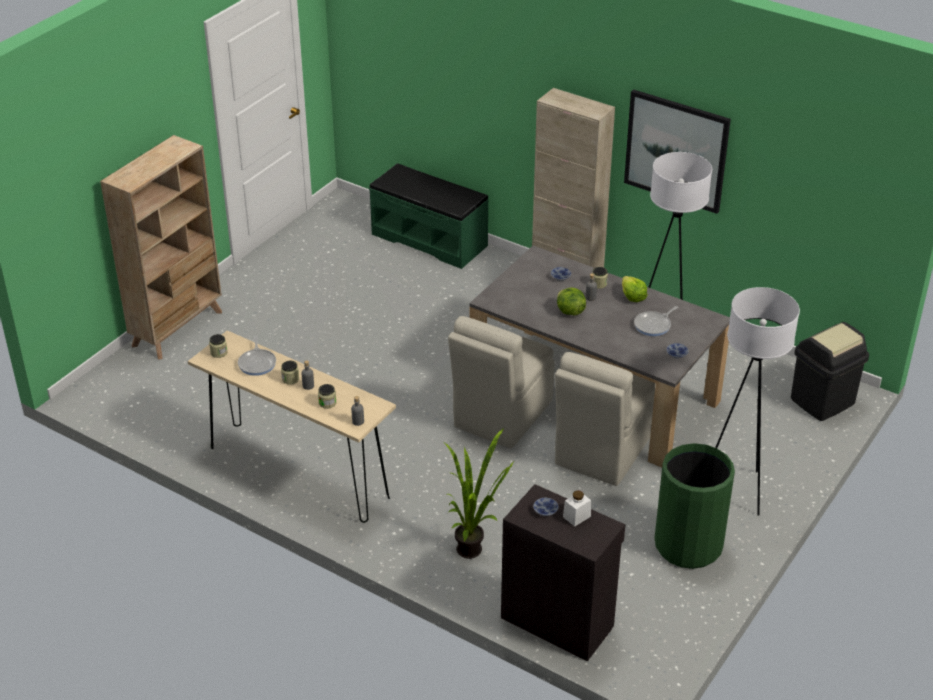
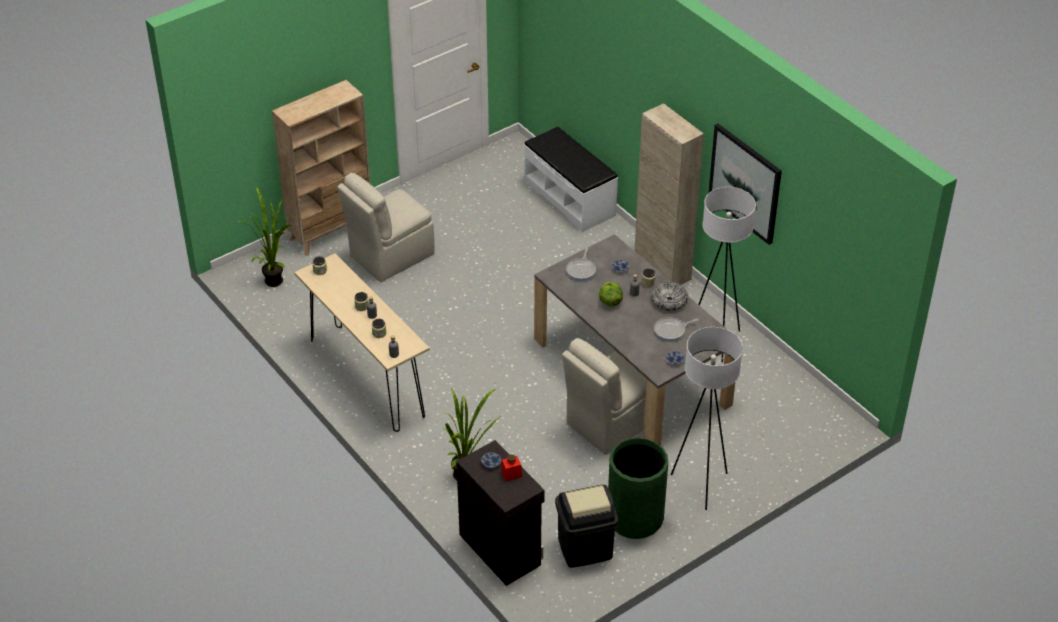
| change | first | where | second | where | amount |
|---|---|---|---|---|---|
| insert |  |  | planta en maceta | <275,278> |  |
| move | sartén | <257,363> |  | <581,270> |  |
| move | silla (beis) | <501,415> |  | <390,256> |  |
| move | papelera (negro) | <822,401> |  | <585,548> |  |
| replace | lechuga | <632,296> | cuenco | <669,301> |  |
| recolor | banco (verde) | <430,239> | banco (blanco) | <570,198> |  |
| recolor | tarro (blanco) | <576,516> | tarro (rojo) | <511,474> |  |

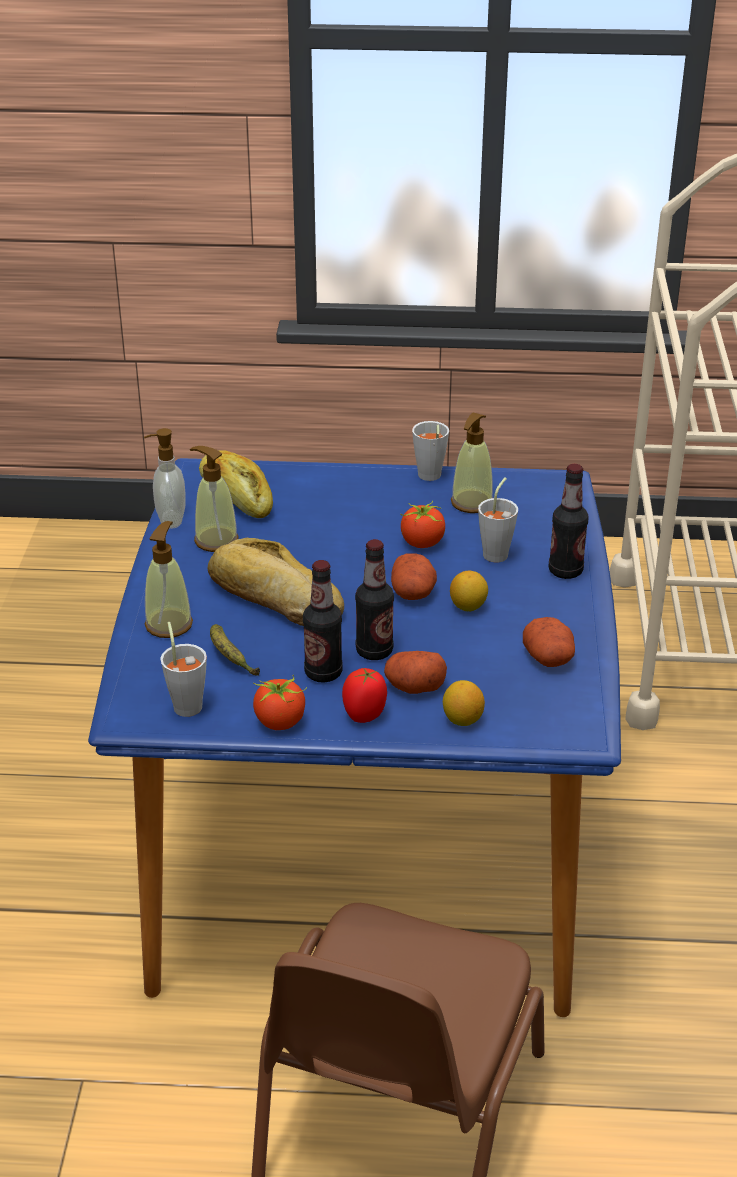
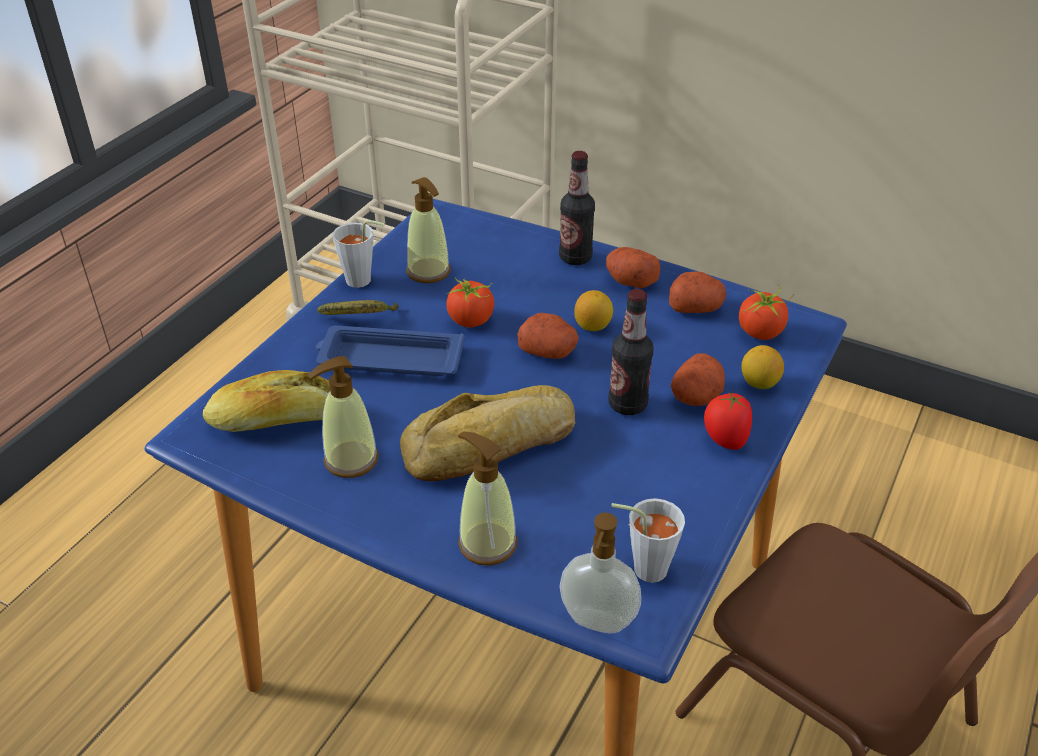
| change | first | where | second | where | amount |
|---|---|---|---|---|---|
| delete | botella | <323,673> |  |  |  |
| delete | taza (gris) | <498,552> |  |  |  |
| insert |  |  | bandeja (azul) | <389,359> |  |
| insert |  |  | patata | <630,280> |  |
| move | dispensador de jabón | <170,520> |  | <597,622> |  |
| move | plátano | <230,657> |  | <359,317> |  |
| move | tomate | <280,722> |  | <760,332> |  |

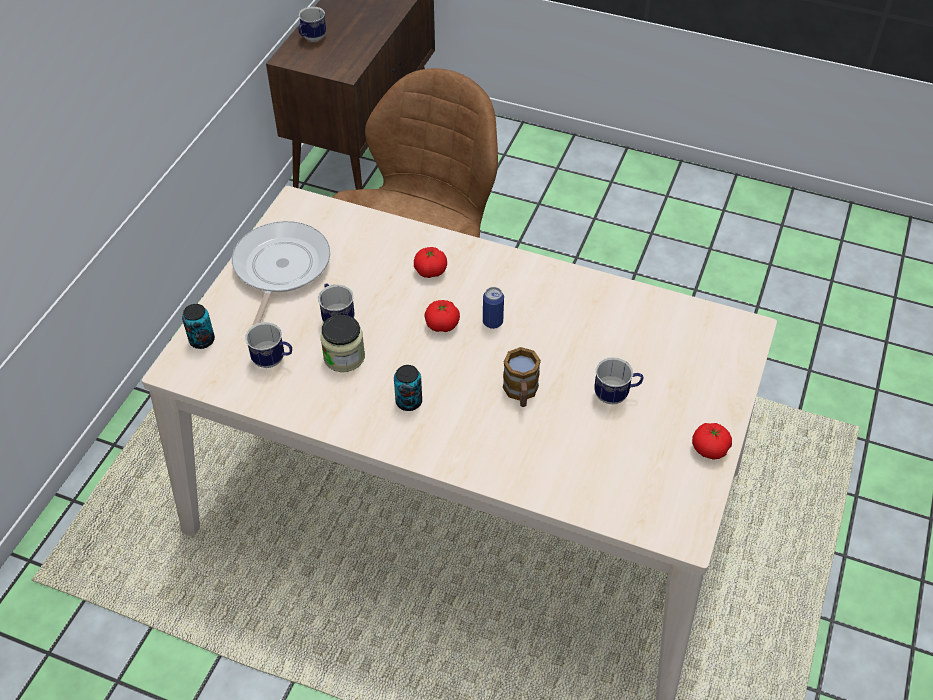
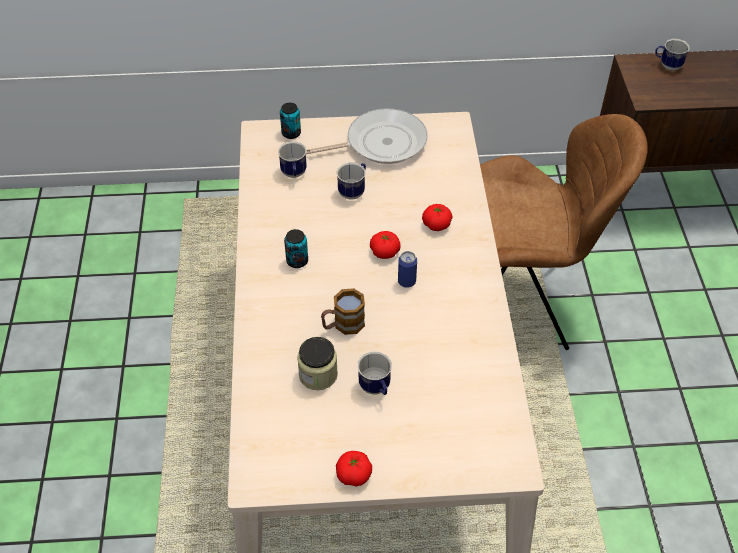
| change | first | where | second | where | amount |
|---|---|---|---|---|---|
| move | tarro | <344,357> |  | <318,375> |  |

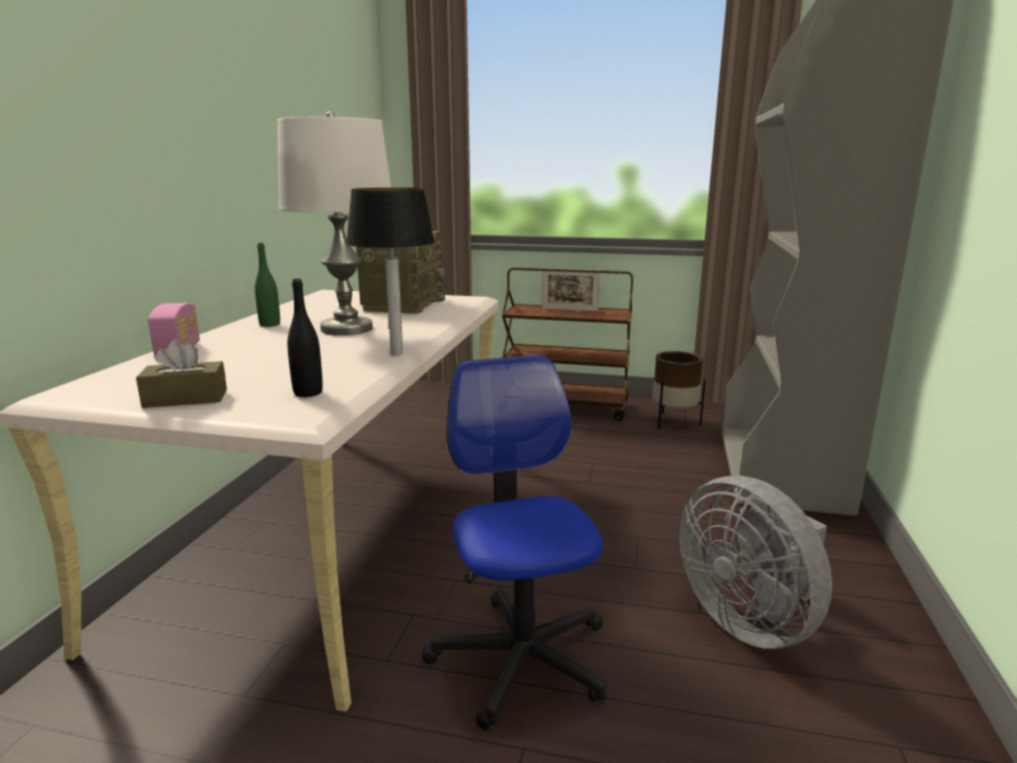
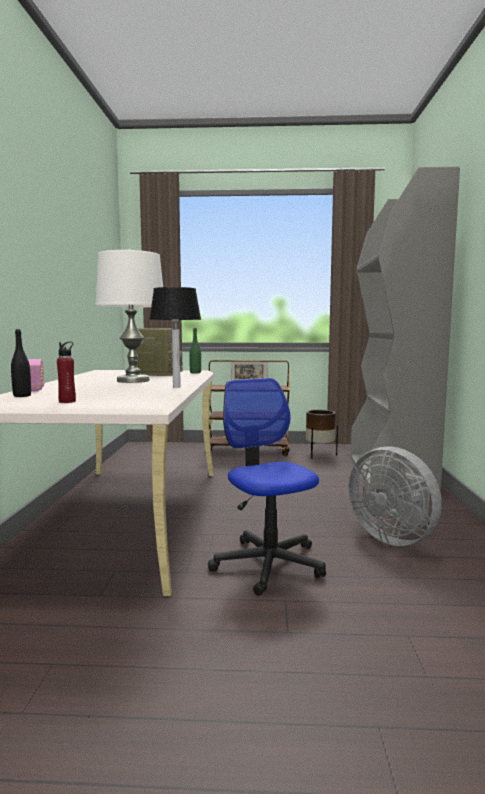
| change | first | where | second | where | amount |
|---|---|---|---|---|---|
| move | botella (verde) | <270,324> |  | <195,373> |  |
| move | botella (negro) | <308,393> |  | <22,396> |  |
| replace | caja de pañuelos (marrón) | <185,398> | botella (rojo) | <67,401> |  |

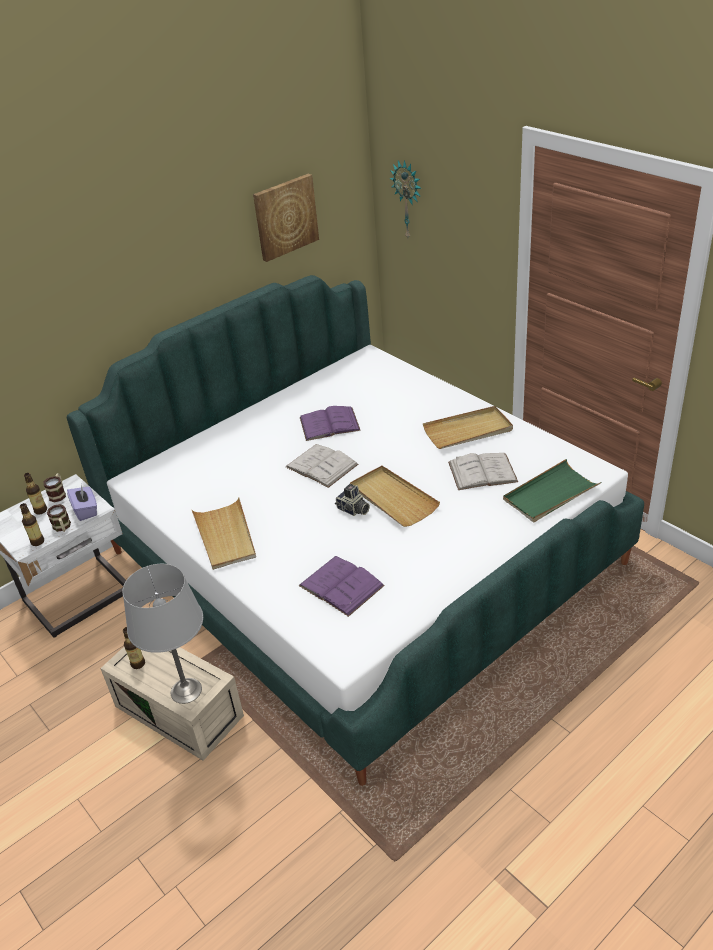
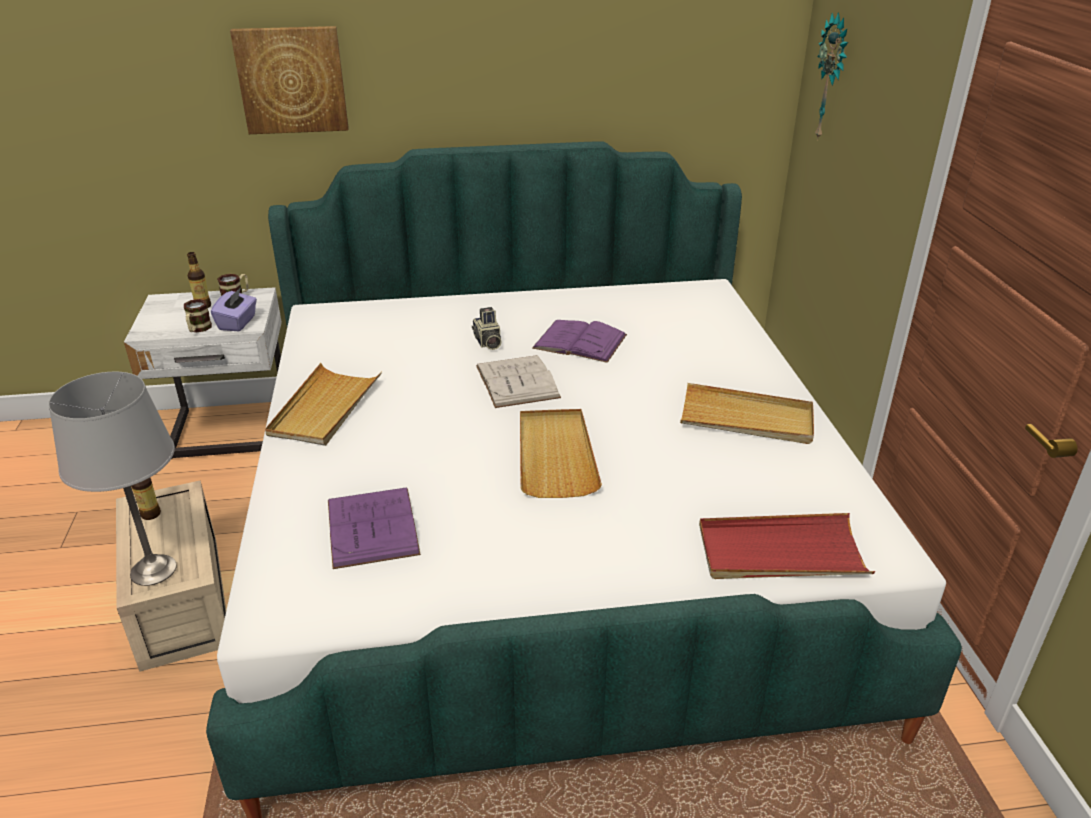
| change | first | where | second | where | amount |
|---|---|---|---|---|---|
| delete | botella | <37,542> |  |  |  |
| delete | libro (blanco) | <482,472> |  |  |  |
| move | cuadro | <285,217> |  | <292,80> |  |
| move | cámara | <353,510> |  | <487,342> |  |
| recolor | bandeja (verde) | <550,494> | bandeja (rojo) | <780,552> |  |

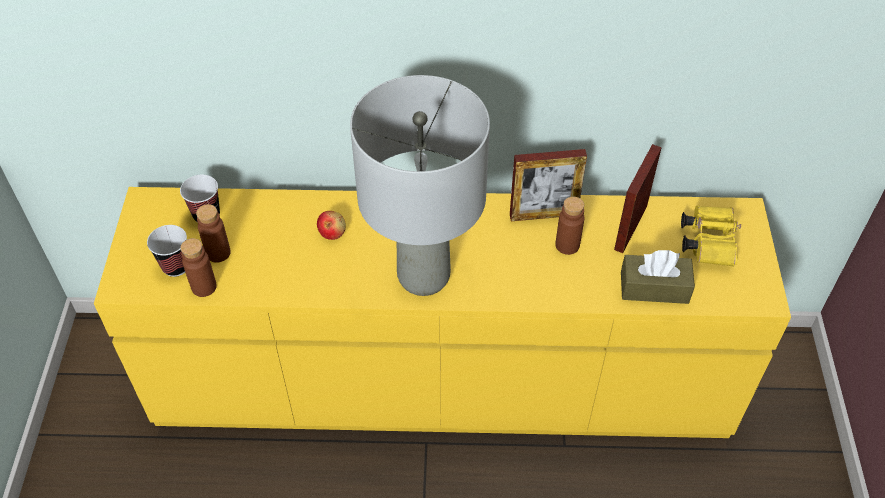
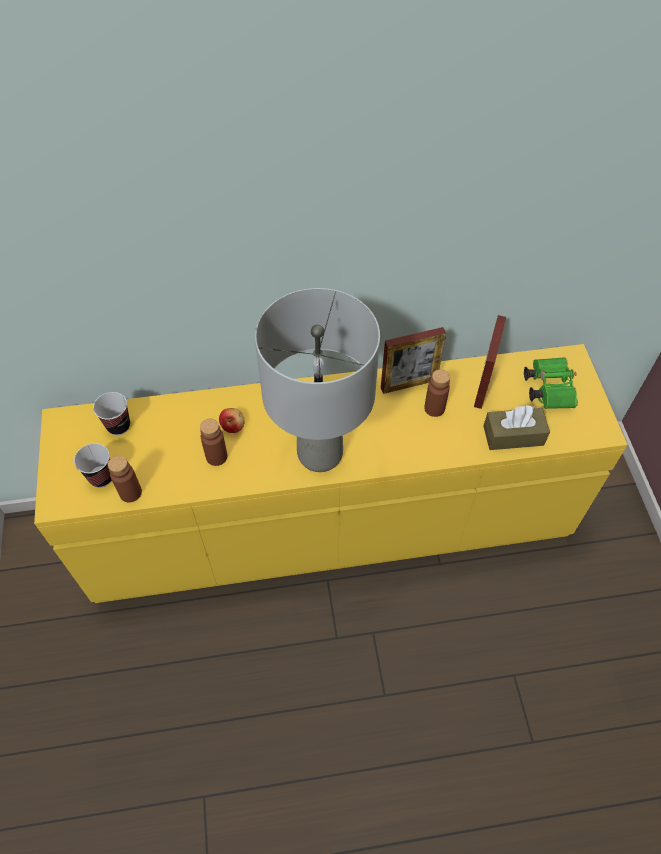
| change | first | where | second | where | amount |
|---|---|---|---|---|---|
| move | botella (marrón) | <218,253> |  | <216,456> |  |
| recolor | prismáticos (amarillo) | <707,241> | prismáticos (verde) | <548,388> |  |

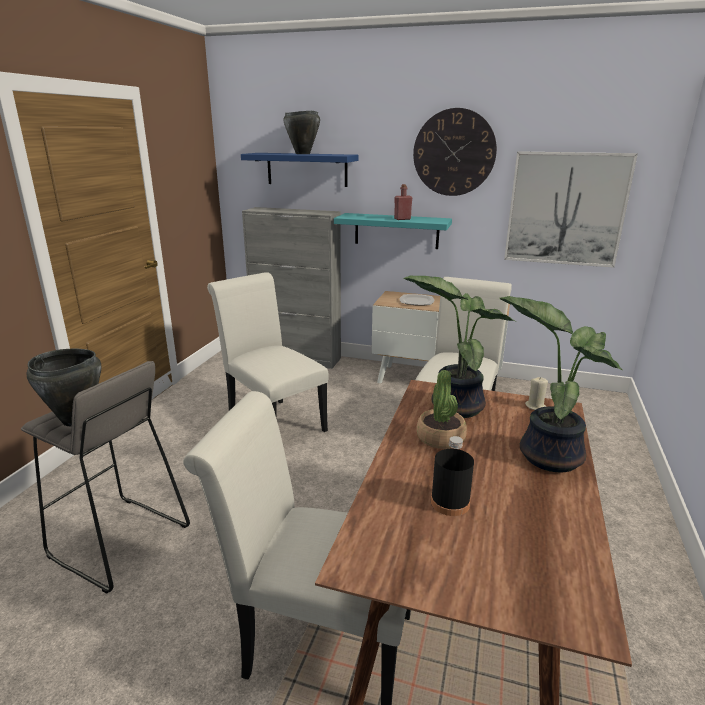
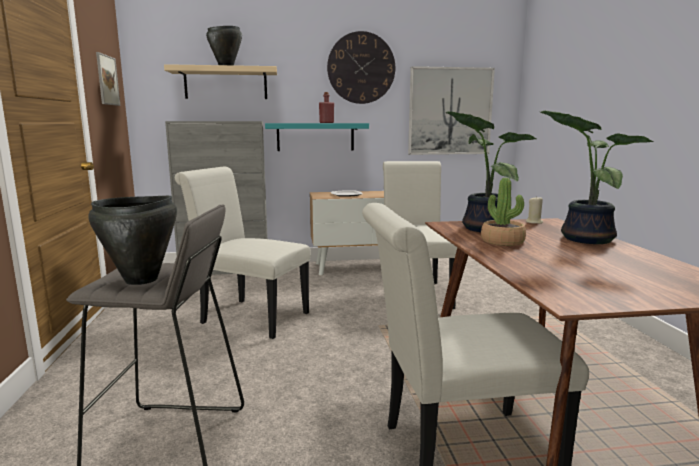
| change | first | where | second | where | amount |
|---|---|---|---|---|---|
| delete | botella (negro) | <450,503> |  |  |  |
| insert |  |  | cuadro | <107,80> |  |
| recolor | estante (azul) | <307,169> | estante (beis) | <226,84> |  |

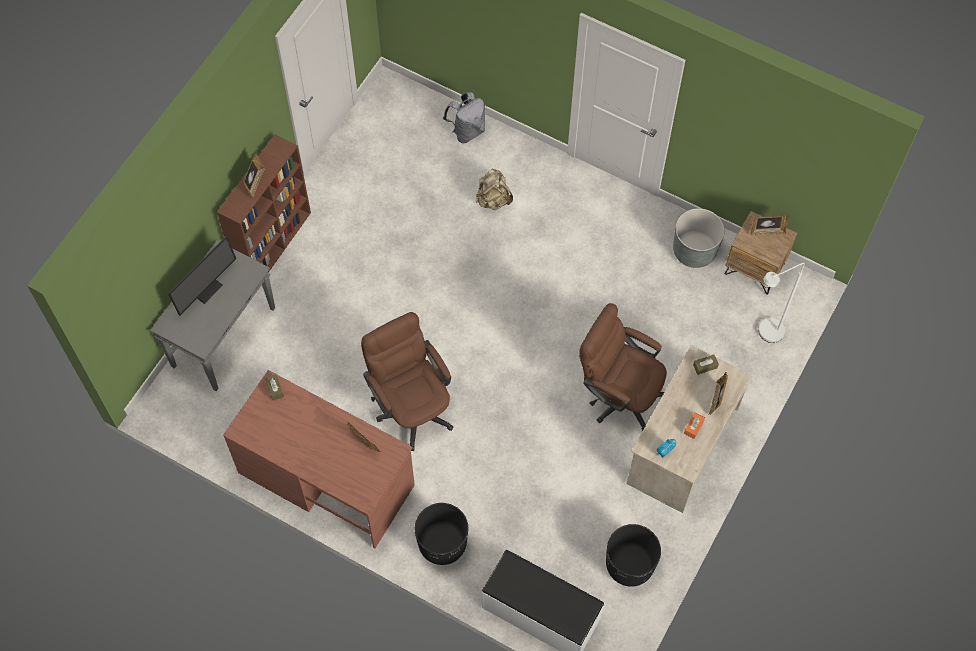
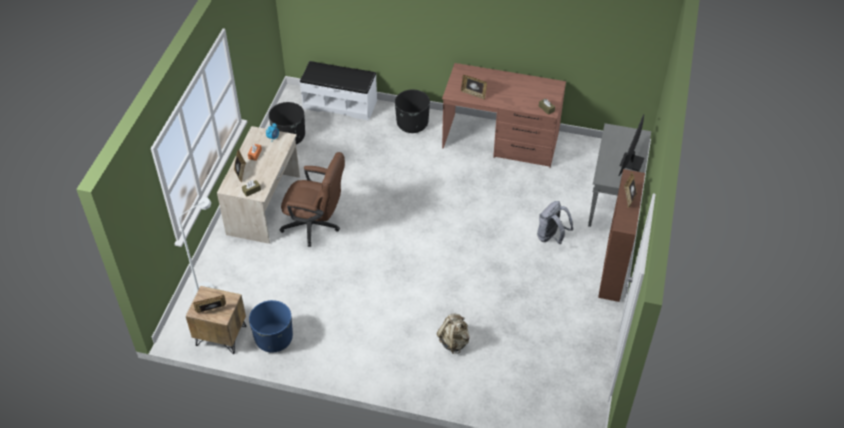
| change | first | where | second | where | amount |
|---|---|---|---|---|---|
| delete | silla de oficina (marrón) | <411,406> |  |  |  |
| move | mochila (gris) | <467,131> |  | <551,237> |  |
| recolor | maceta (gris) | <694,250> | maceta (azul) | <274,338> |  |

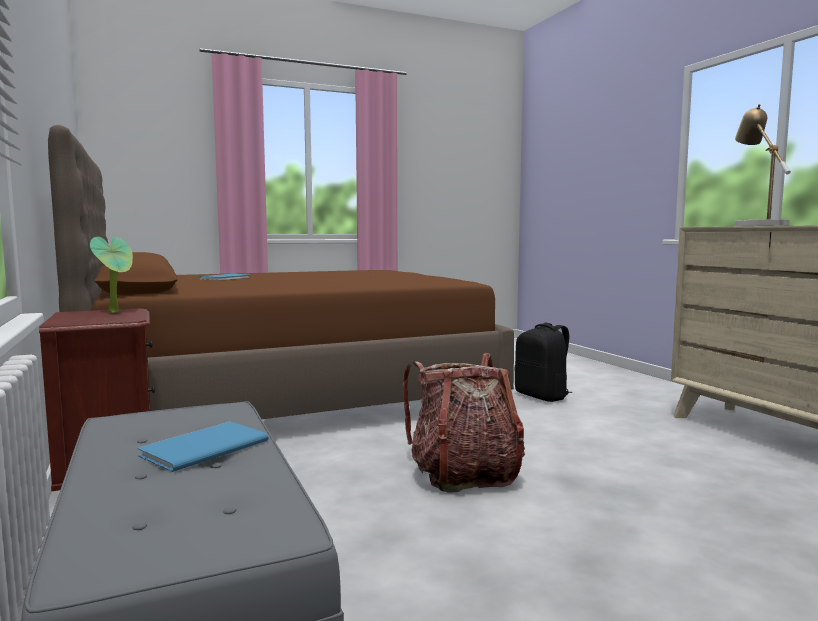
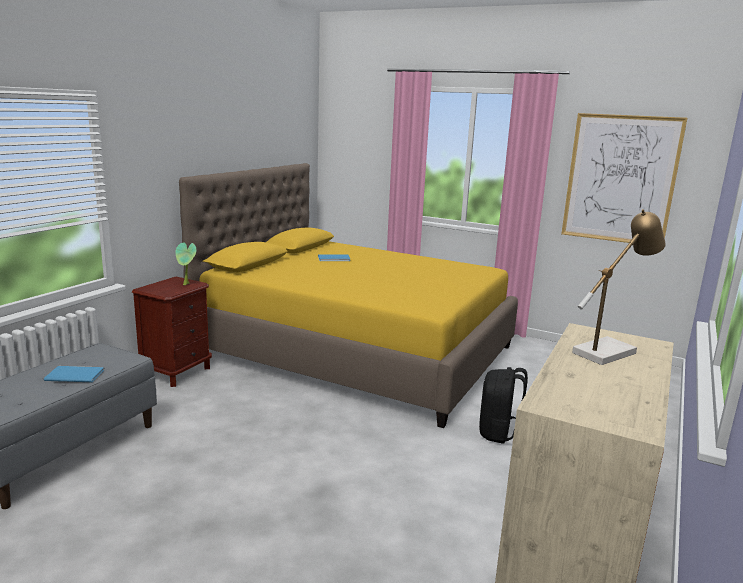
| change | first | where | second | where | amount |
|---|---|---|---|---|---|
| delete | mochila | <464,474> |  |  |  |
| insert |  |  | cuadro | <620,179> |  |
| recolor | cama (marrón) | <287,393> | cama (amarillo) | <356,351> |  |

